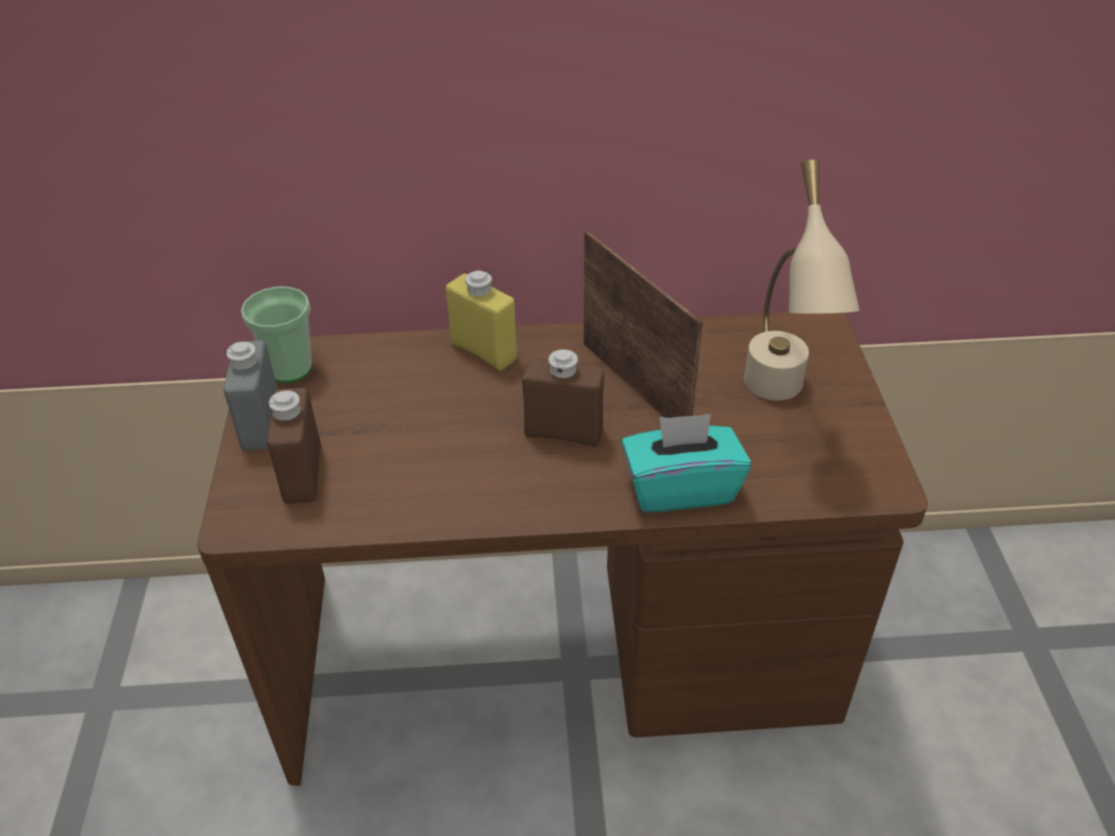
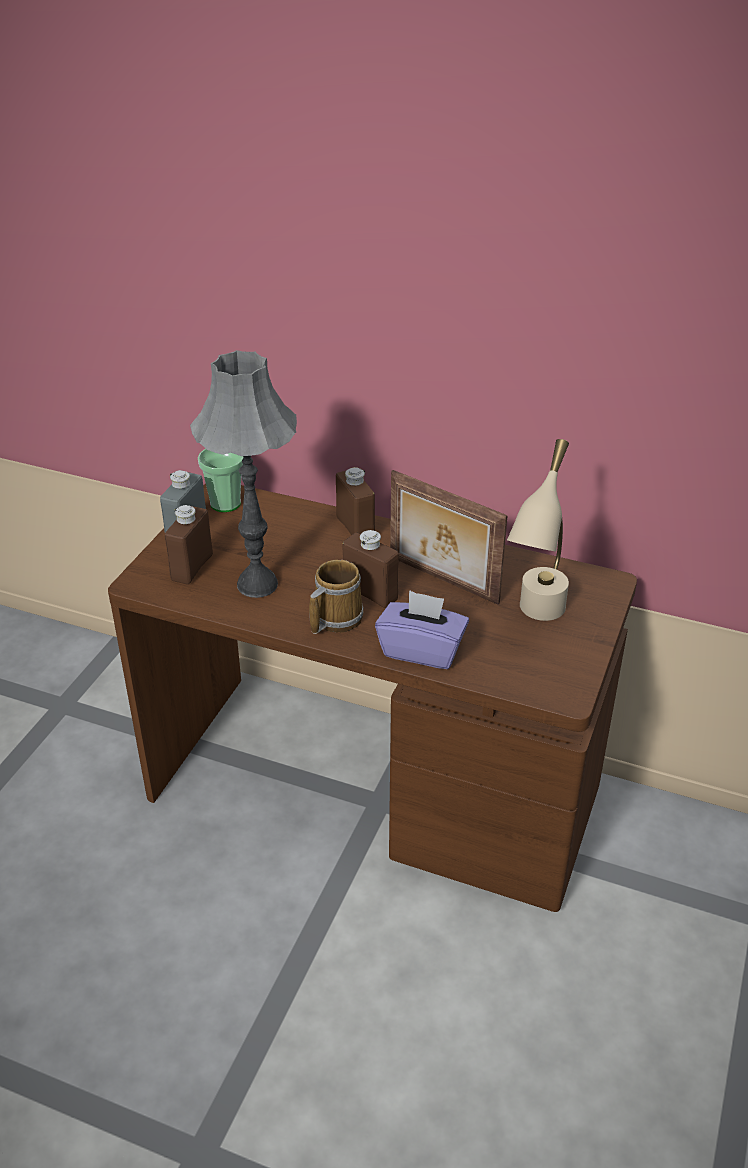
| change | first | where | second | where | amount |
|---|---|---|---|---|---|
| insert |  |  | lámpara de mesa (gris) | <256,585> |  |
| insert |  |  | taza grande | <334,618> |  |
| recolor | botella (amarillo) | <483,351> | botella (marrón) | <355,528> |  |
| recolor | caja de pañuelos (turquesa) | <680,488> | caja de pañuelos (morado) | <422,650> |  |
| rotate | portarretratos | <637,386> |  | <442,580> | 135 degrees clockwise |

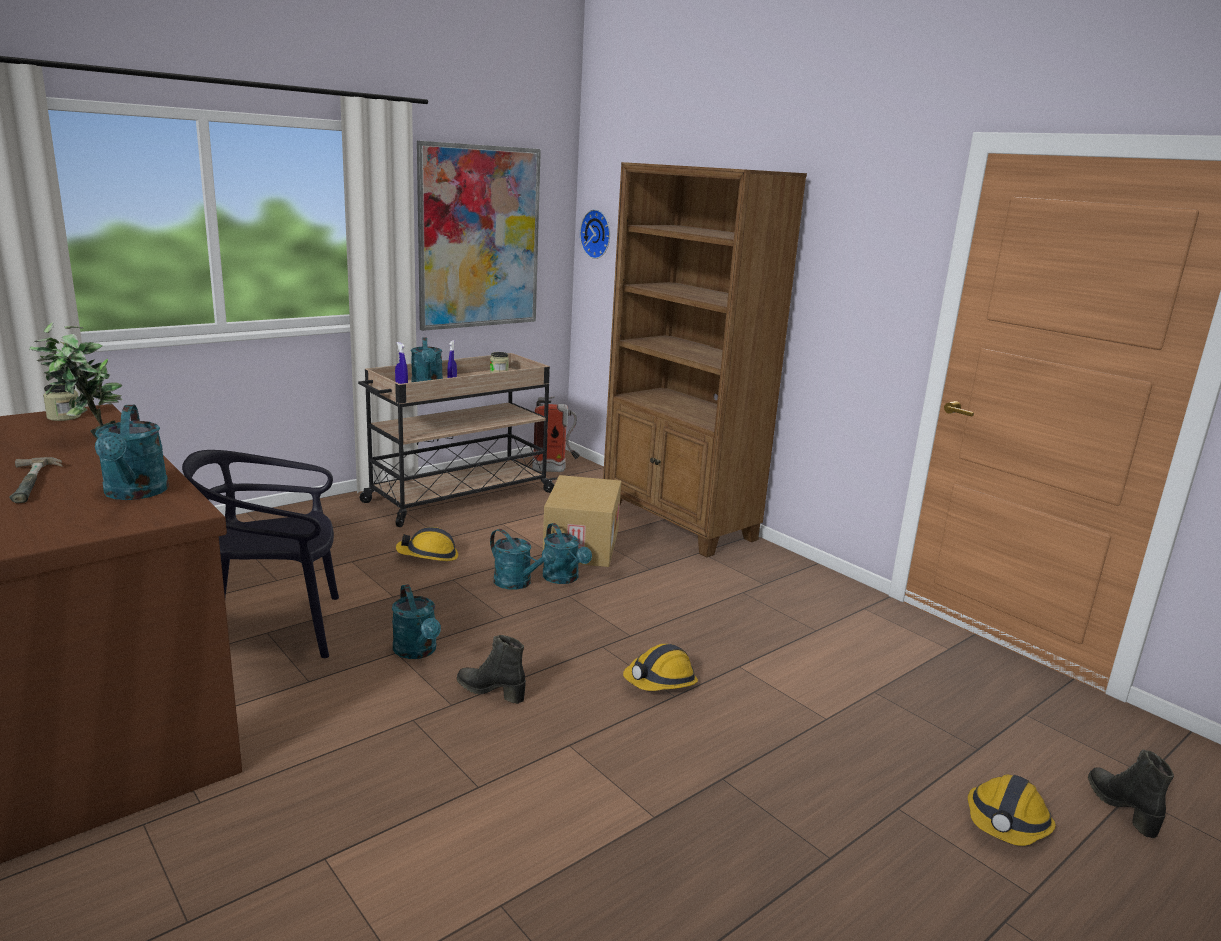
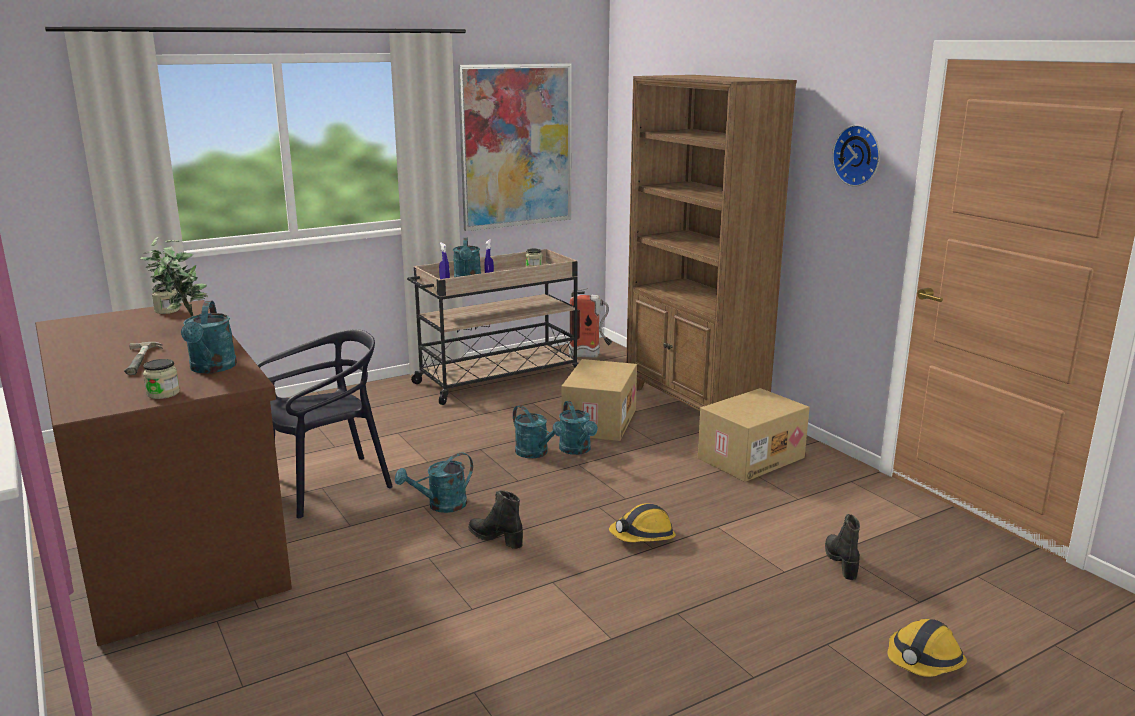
| change | first | where | second | where | amount |
|---|---|---|---|---|---|
| delete | casco | <428,555> |  |  |  |
| insert |  |  | tarro | <163,393> |  |
| insert |  |  | caja de cartón | <750,457> |  |
| move | reloj de pared | <597,234> |  | <859,155> |  |
| move | bota (negro) | <1122,808> |  | <841,562> |  |
| rotate | silla (negro) | <274,629> |  | <328,485> | 150 degrees clockwise |
| rotate | regadera (turquesa) | <417,652> |  | <441,506> | 75 degrees clockwise |

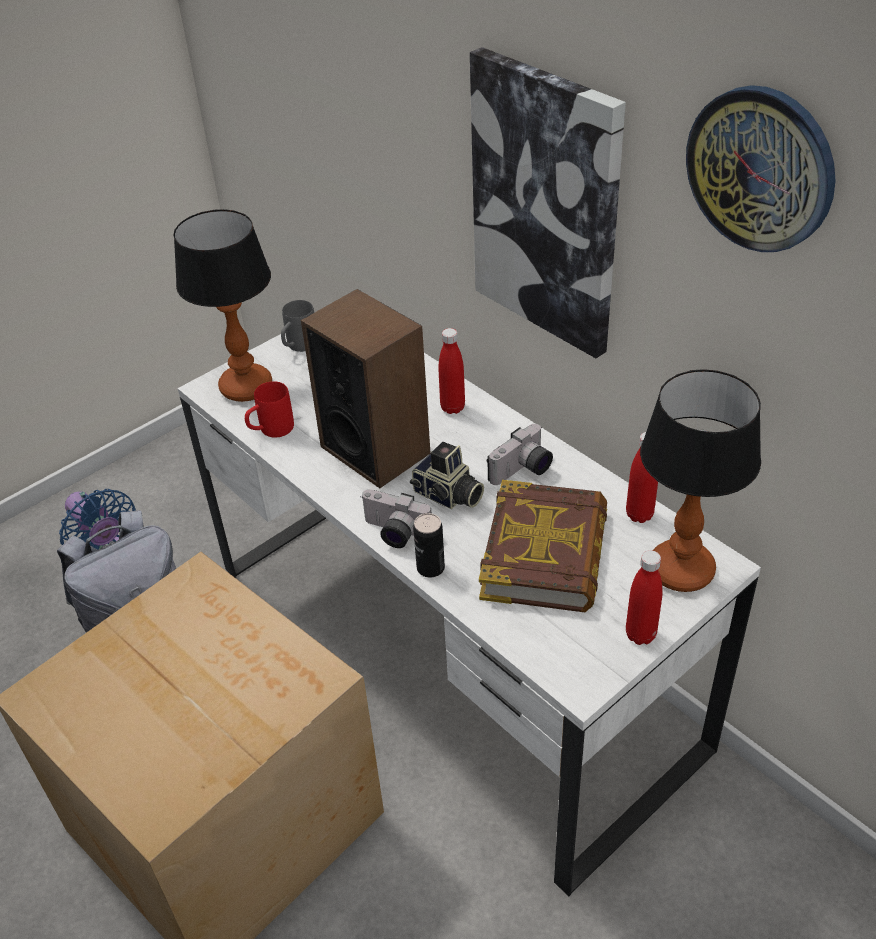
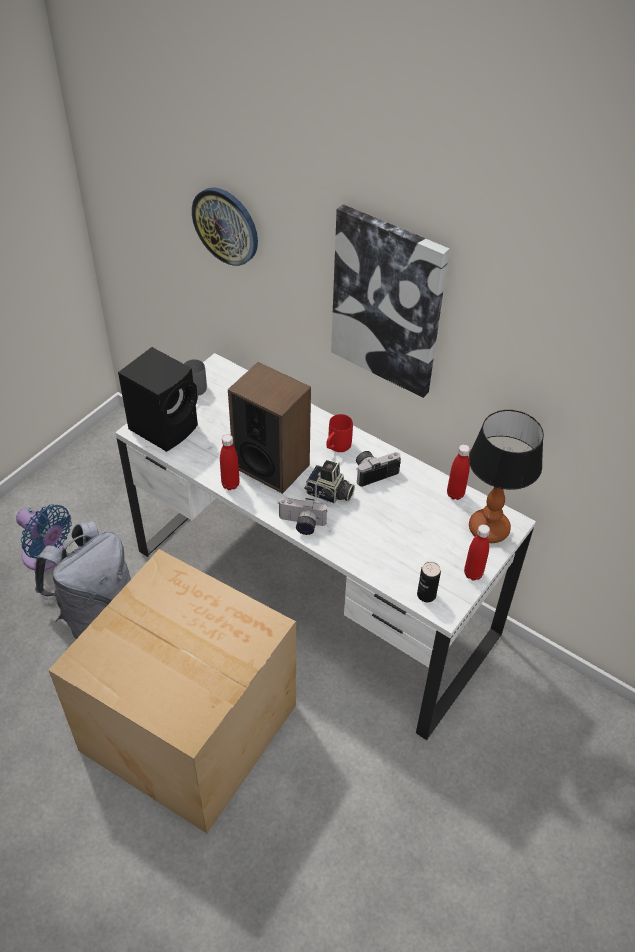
| change | first | where | second | where | amount |
|---|---|---|---|---|---|
| delete | libro | <545,554> |  |  |  |
| move | taza grande (rojo) | <270,431> |  | <336,447> |  |
| move | lata | <430,568> |  | <426,595> |  |
| move | botella (rojo) | <452,407> |  | <230,484> |  |
| move | reloj de pared | <760,169> |  | <226,226> |  |
| replace | lámpara de mesa | <246,386> | altavoz (negro) | <165,426> |  |
| rotate | cámara | <523,471> |  | <374,471> | 150 degrees counterclockwise |

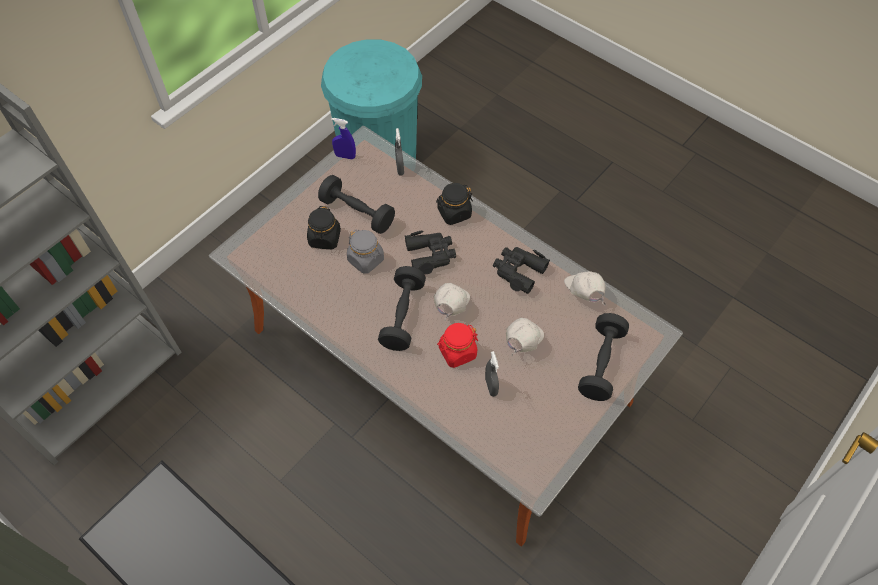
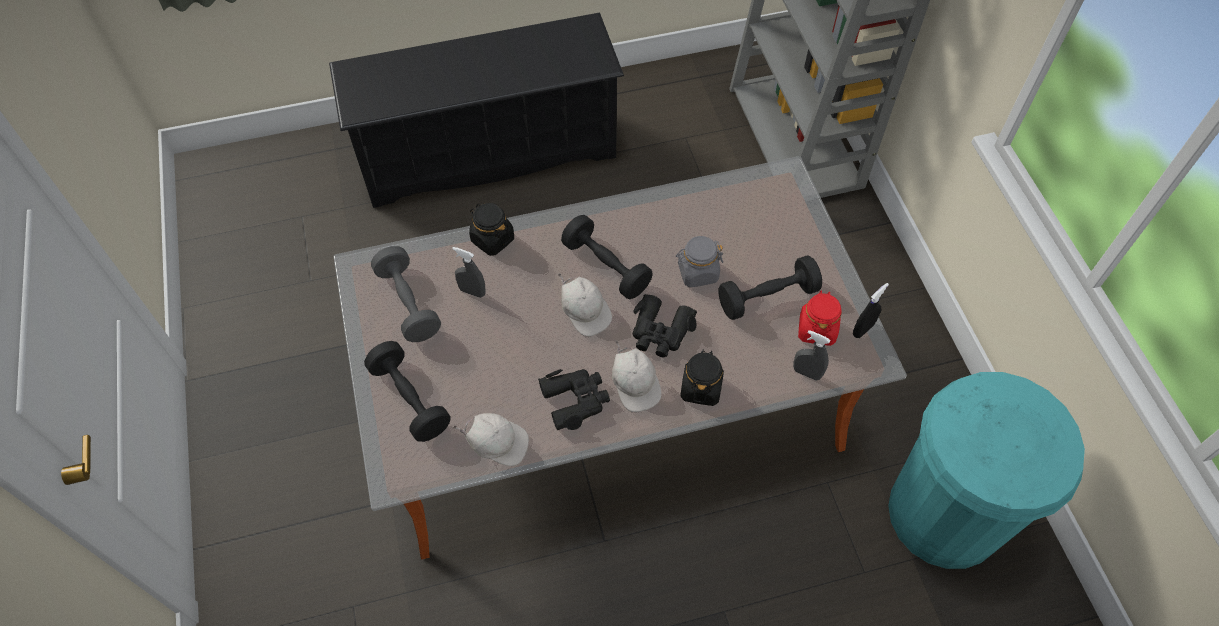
| change | first | where | second | where | amount |
|---|---|---|---|---|---|
| insert |  |  | mancuerna (gris) | <408,303> |  |
| move | tarro (negro) | <325,238> |  | <492,239> |  |
| move | tarro (rojo) | <457,352> |  | <816,329> |  |
| move | gorra (blanco) | <522,341> |  | <635,385> |  |
| recolor | pulverizador (azul) | <345,156> | pulverizador (negro) | <863,329> |  |

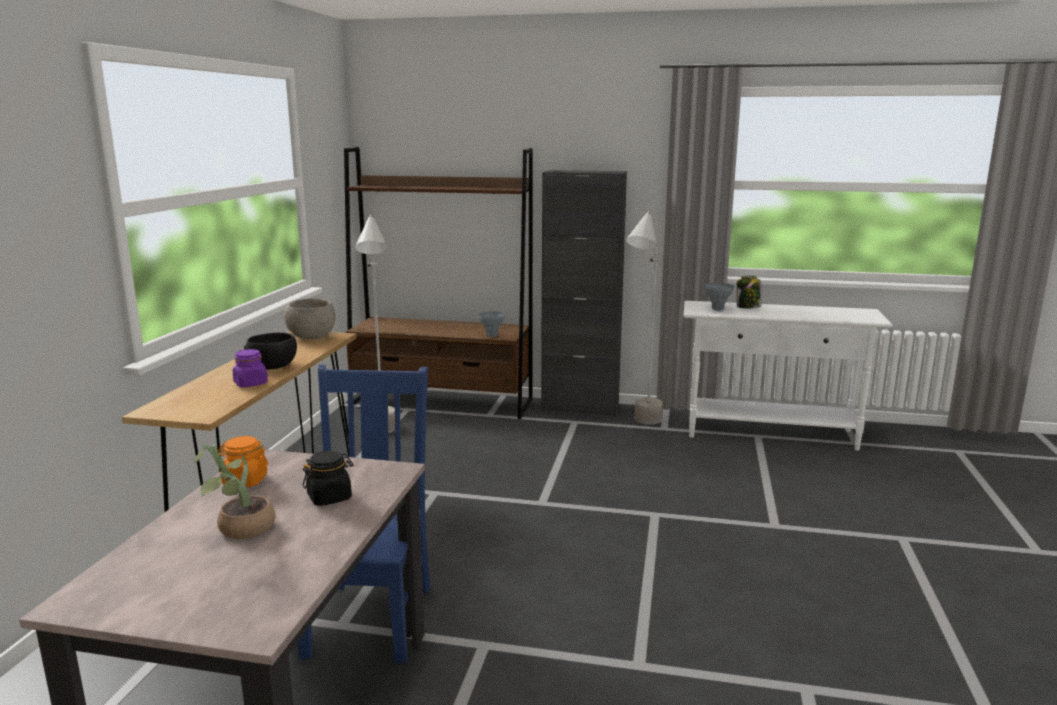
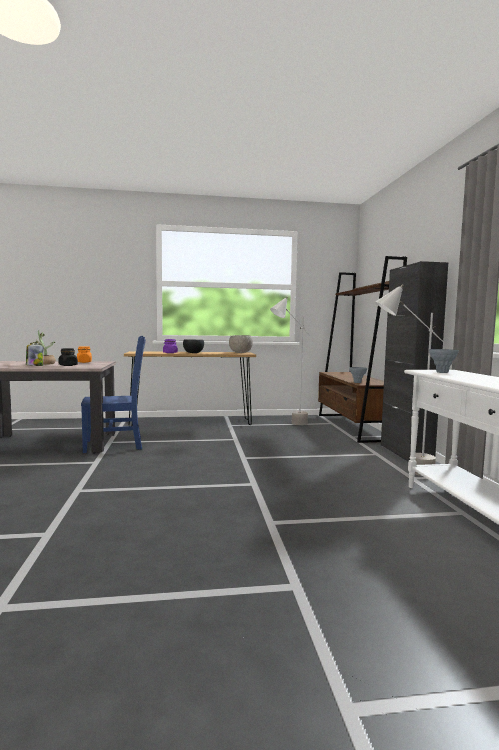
| change | first | where | second | where | amount |
|---|---|---|---|---|---|
| move | tarro | <747,307> |  | <34,366> |  |

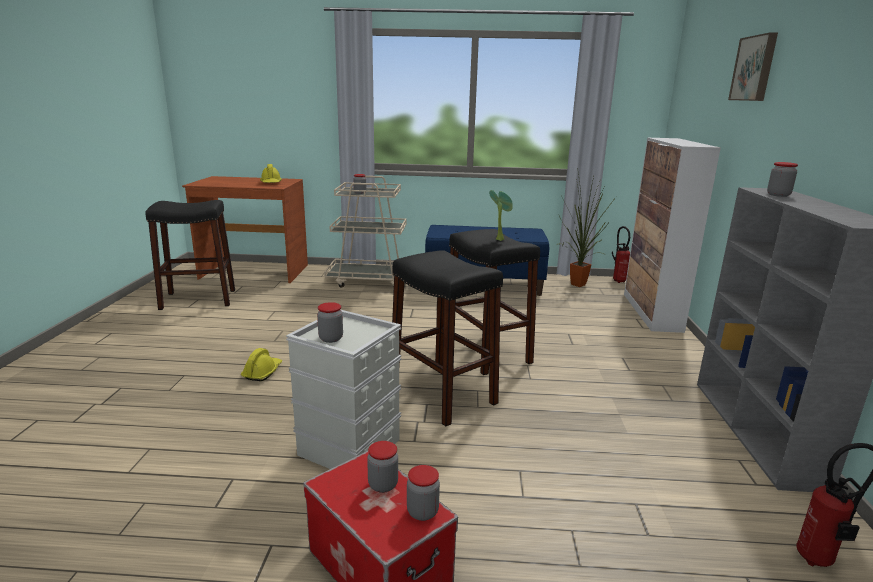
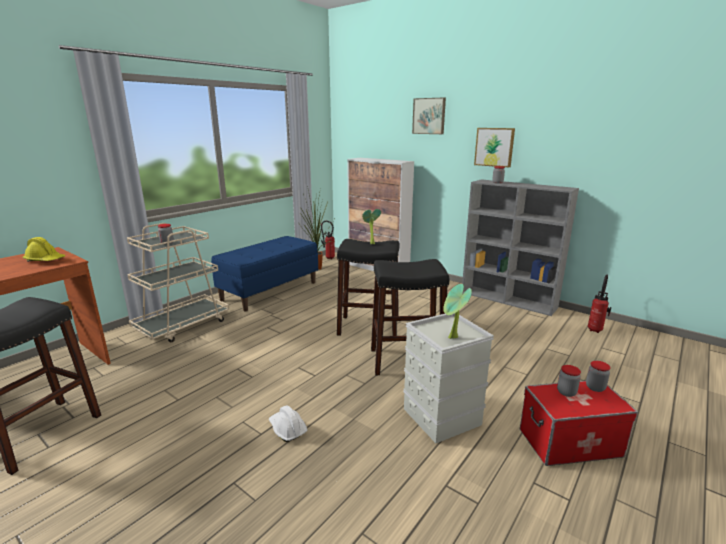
| change | first | where | second | where | amount |
|---|---|---|---|---|---|
| insert |  |  | cuadro | <494,147> |  |
| replace | tarro | <331,338> | planta en maceta | <453,338> |  |
| recolor | casco (amarillo) | <262,372> | casco (blanco) | <287,429> |  |

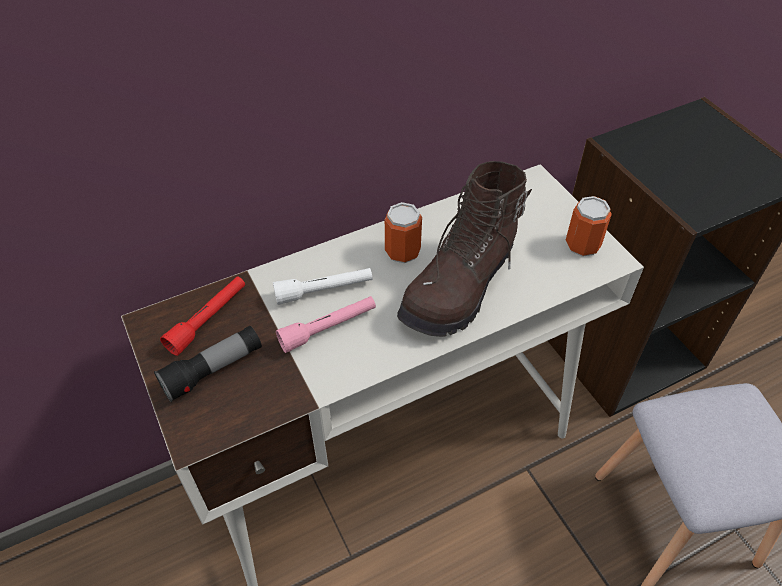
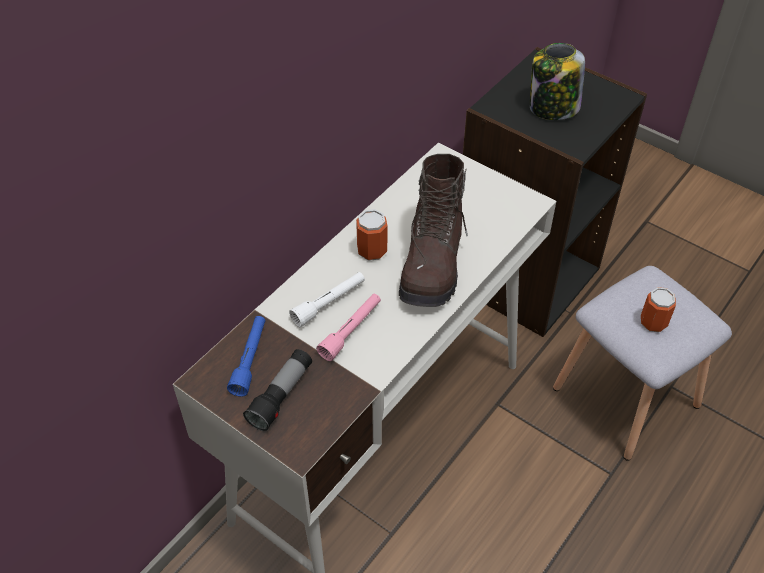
| change | first | where | second | where | amount |
|---|---|---|---|---|---|
| insert |  |  | tarro | <552,108> |  |
| move | lata | <582,245> |  | <653,322> |  |
| recolor | linterna (rojo) | <208,320> | linterna (azul) | <250,360> |  |

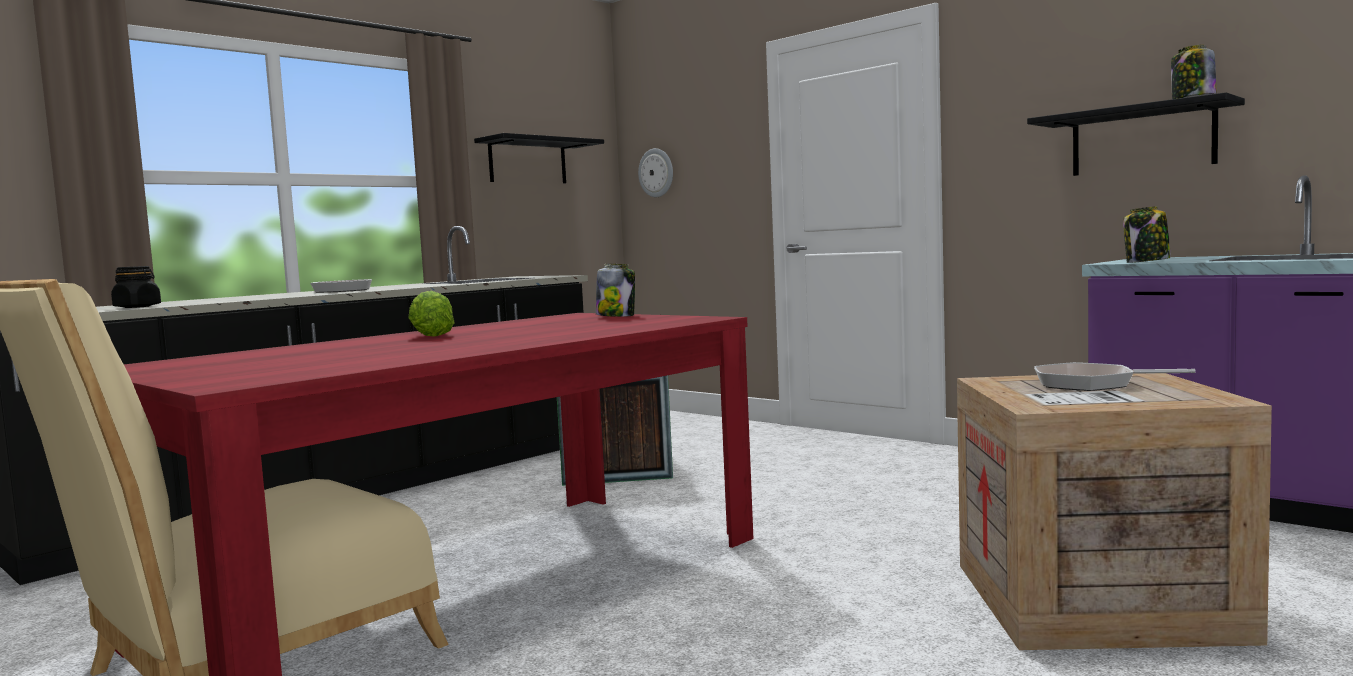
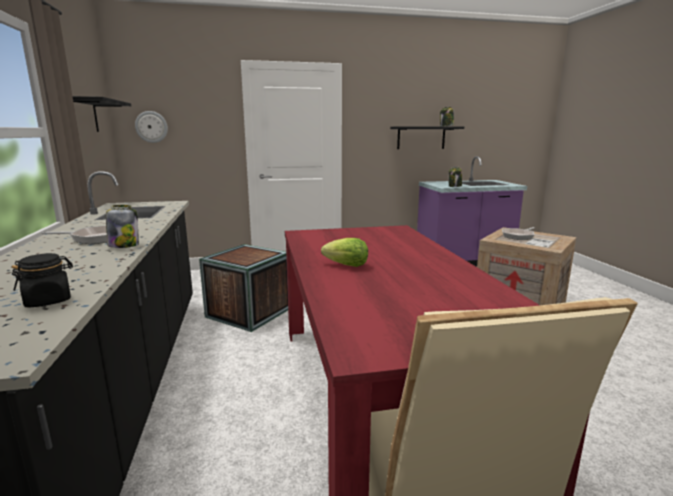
| change | first | where | second | where | amount |
|---|---|---|---|---|---|
| move | tarro | <616,316> |  | <124,245> |  |

